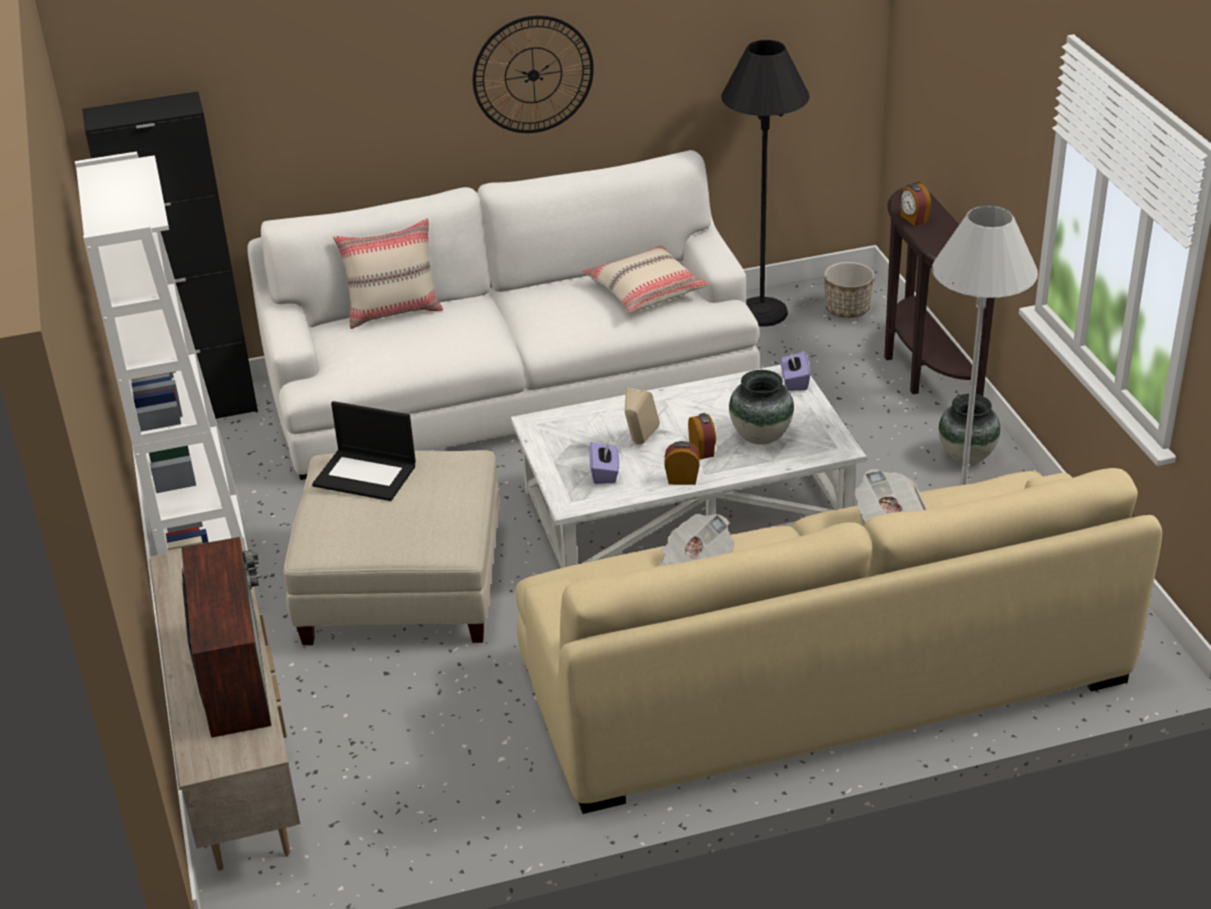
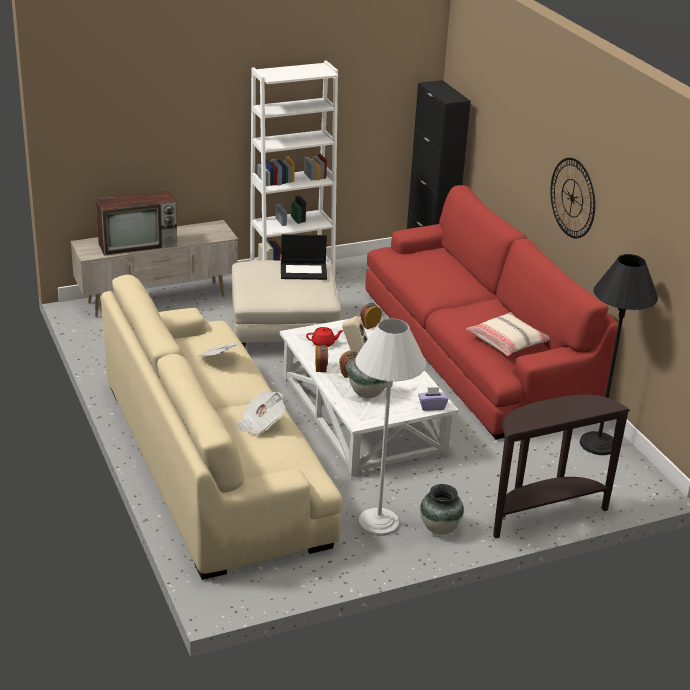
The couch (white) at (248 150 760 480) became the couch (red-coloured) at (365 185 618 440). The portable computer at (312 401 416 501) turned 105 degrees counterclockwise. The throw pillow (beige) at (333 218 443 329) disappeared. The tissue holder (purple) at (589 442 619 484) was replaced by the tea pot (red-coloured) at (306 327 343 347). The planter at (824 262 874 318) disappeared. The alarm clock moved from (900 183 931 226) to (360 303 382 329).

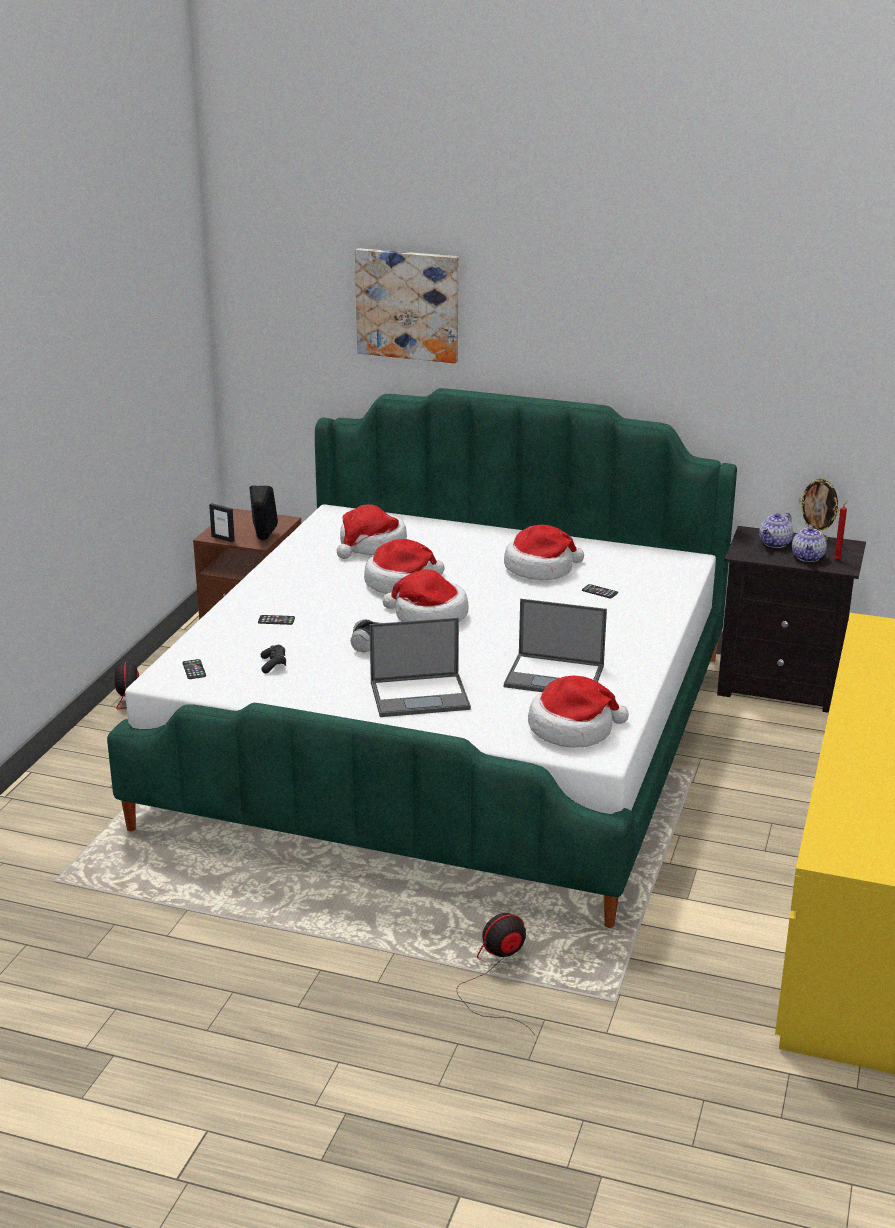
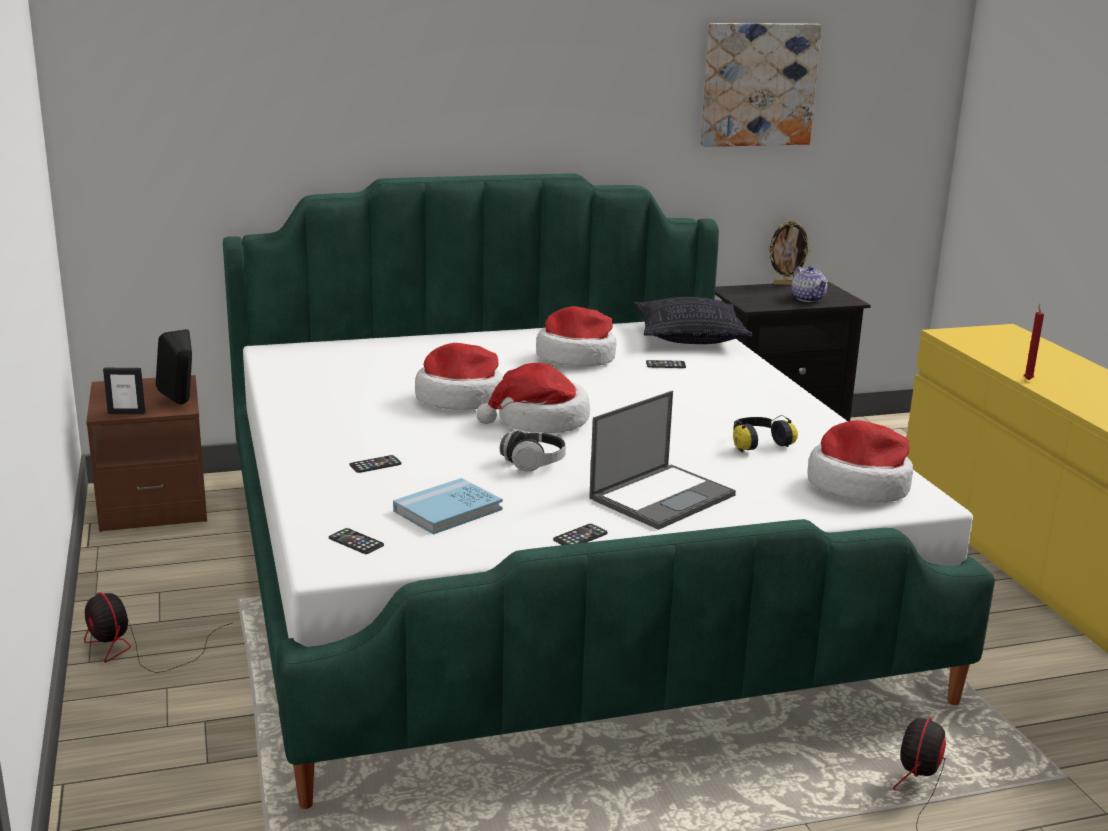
The gamepad (black) at (261 645 286 673) was replaced by the bound book (bluish) at (393 478 503 535). The clothing hat at (337 504 407 559) disappeared. The wall picture moved from (355 248 459 363) to (701 23 822 147). The portable computer at (504 599 607 692) was replaced by the headphones at (733 415 798 453). The tea pot at (759 513 793 548) disappeared. The wax candle (red-coloured) moved from (834 501 848 560) to (1024 303 1044 380). The telephone at (553 524 608 545) appeared. The throw pillow at (634 297 753 344) appeared.

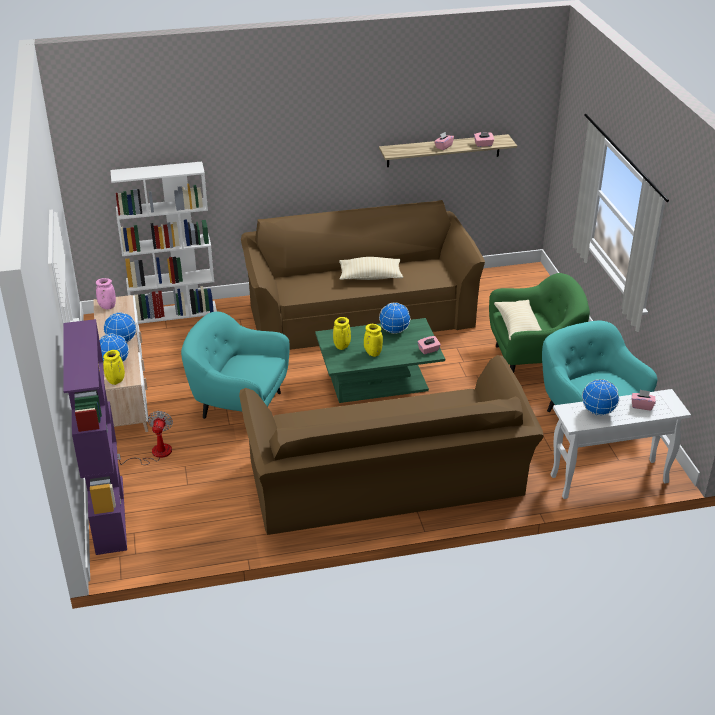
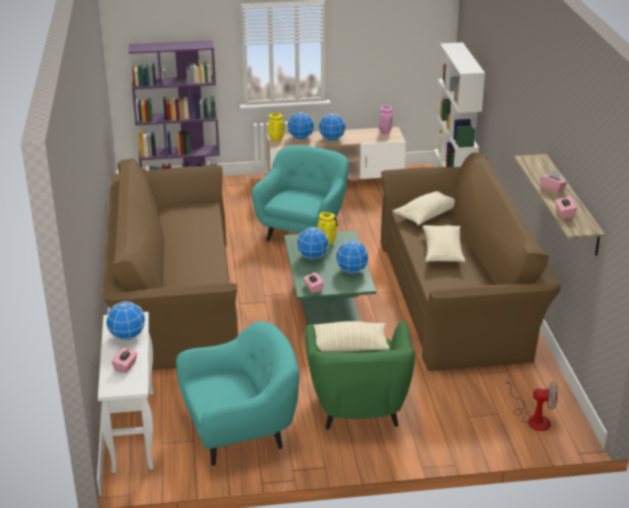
The cooling fan moved from (117 411 173 465) to (507 377 558 431). The vase (yellowish) at (364 324 383 357) was replaced by the desk globe at (297 227 329 260). The throw pillow (beige) at (393 191 455 225) appeared.

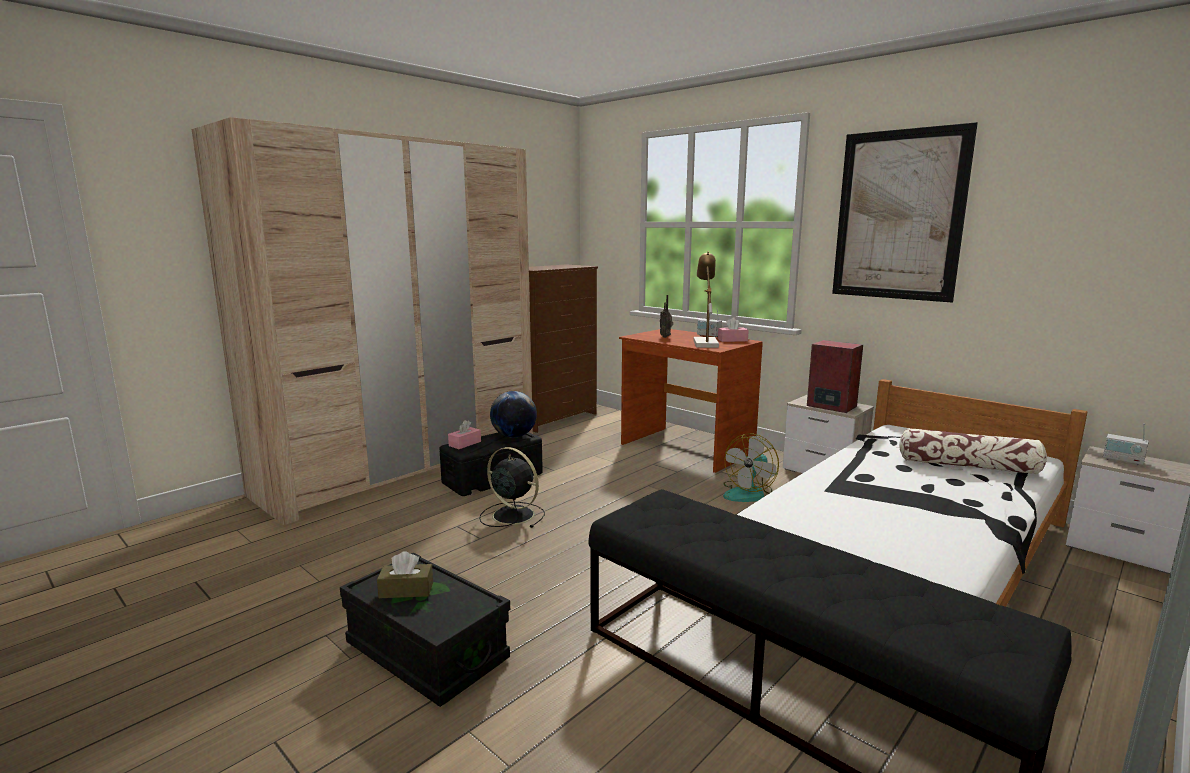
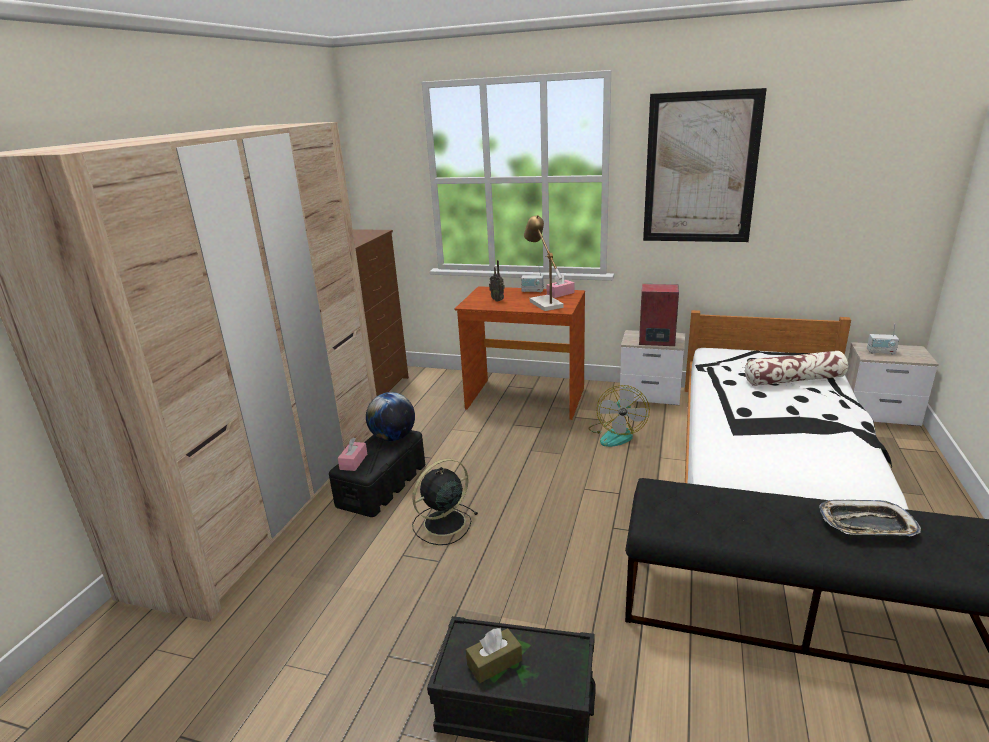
The cooling fan (black) at (479 447 545 528) turned 45 degrees counterclockwise. The carrying tray at (819 500 921 536) appeared.

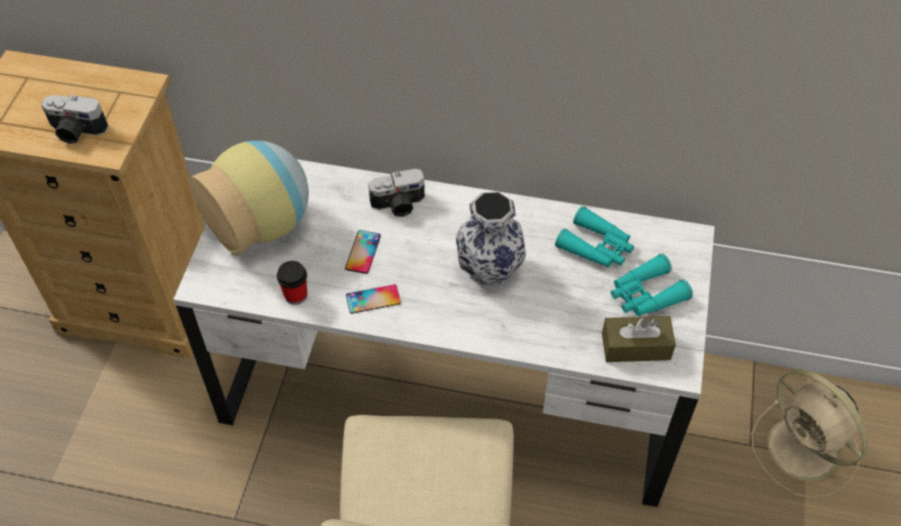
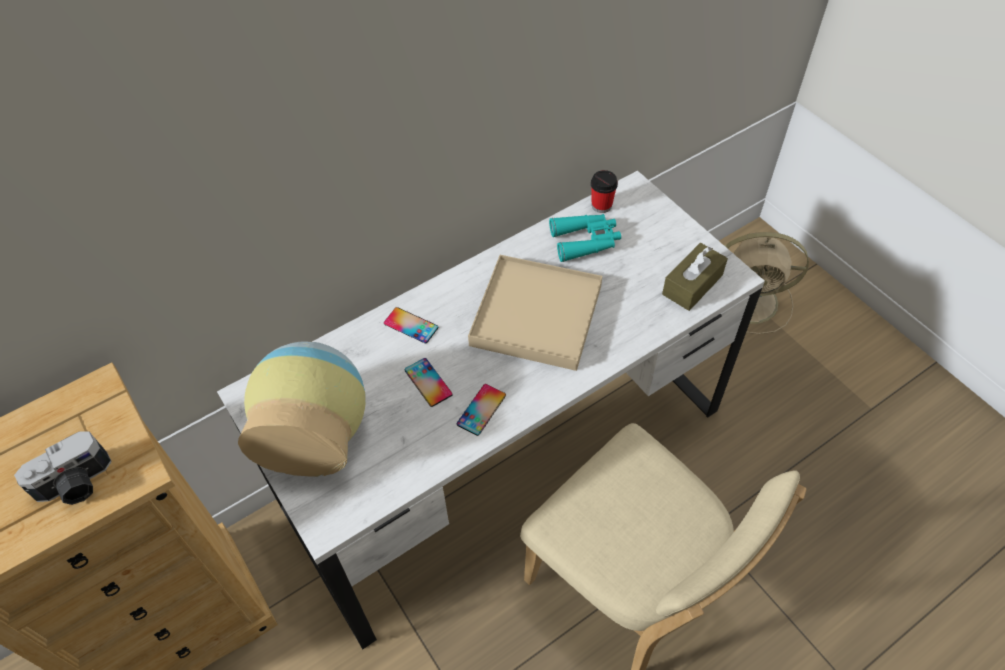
The drinking cup moved from (277 261 307 305) to (591 170 618 213). The photo camera at (368 168 425 217) was replaced by the telephone at (384 307 438 343). The vase at (456 191 526 288) was replaced by the carrying tray (beige) at (468 255 602 371). The binoculars (turquoise-coloured) at (611 254 693 317) disappeared.

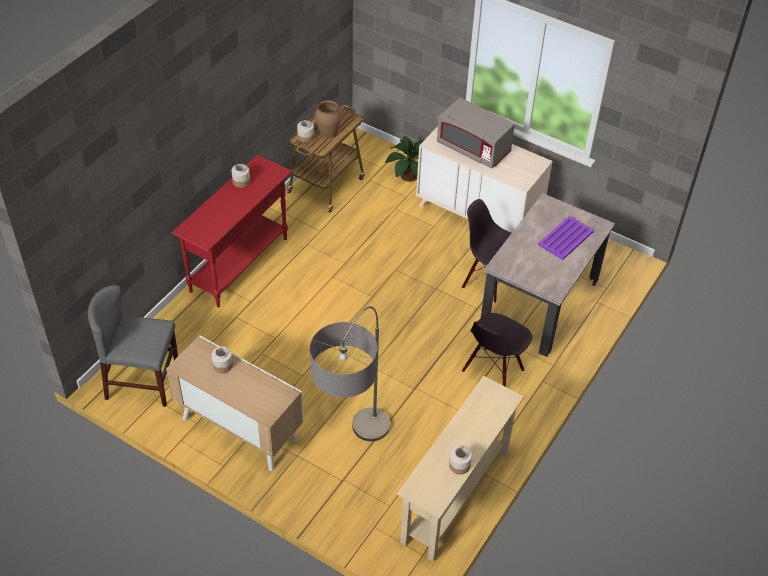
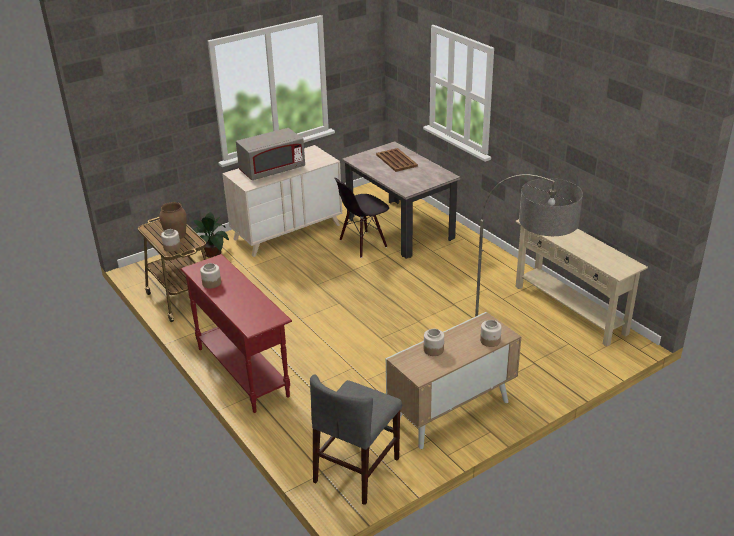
The storage jar moved from (449 446 472 475) to (480 320 502 347). The upright chair (black) at (462 313 532 387) disappeared. The carrying tray (purple) at (538 216 594 260) became the carrying tray (brown-coloured) at (376 148 418 172).

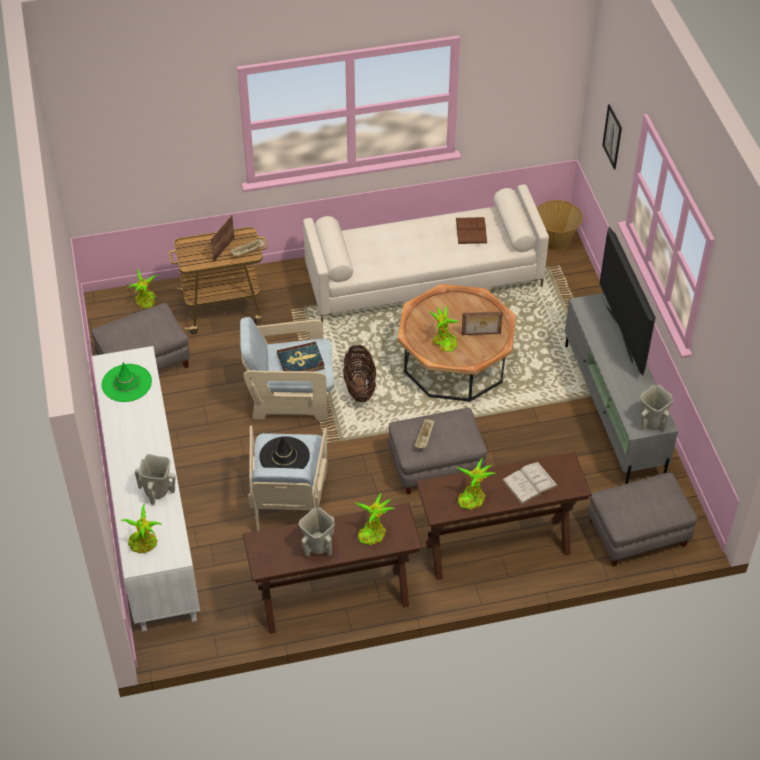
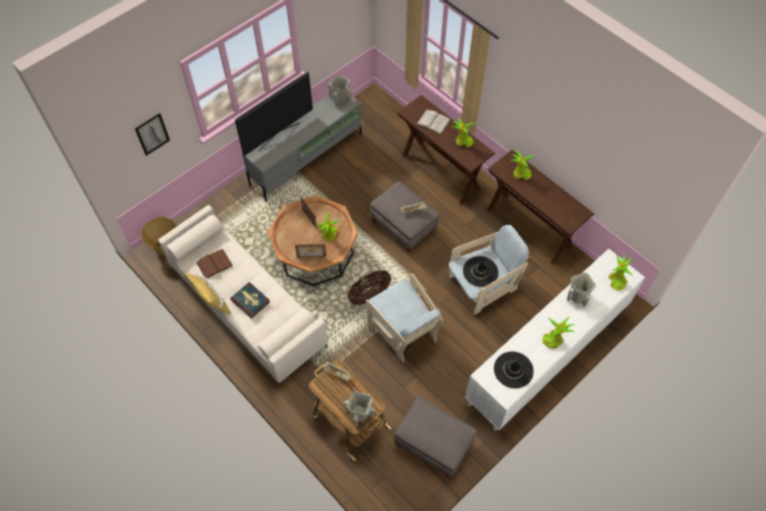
The clothing hat (green-coloured) at (102 362 152 402) became the clothing hat (black) at (494 352 534 388). The potted plant moved from (128 269 158 309) to (542 317 575 348). The photo frame moved from (211 215 235 262) to (295 244 326 257). The bound book moved from (277 342 325 372) to (230 282 270 319). The vase (beige) moved from (299 507 335 557) to (344 391 375 426). The ottoman (gray) at (588 473 697 567) disappeared. The throw pillow (yellowish) at (184 272 231 314) appeared.

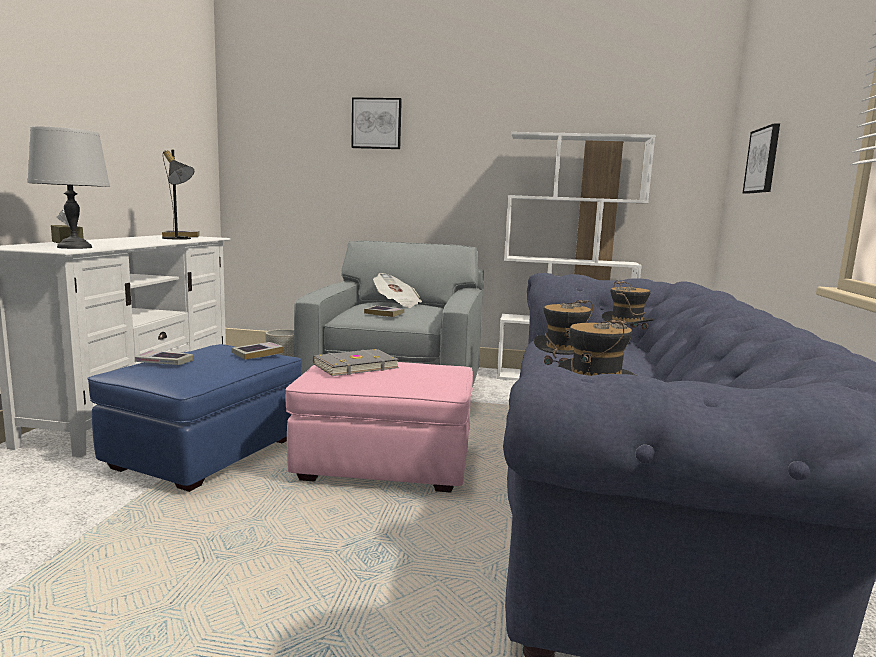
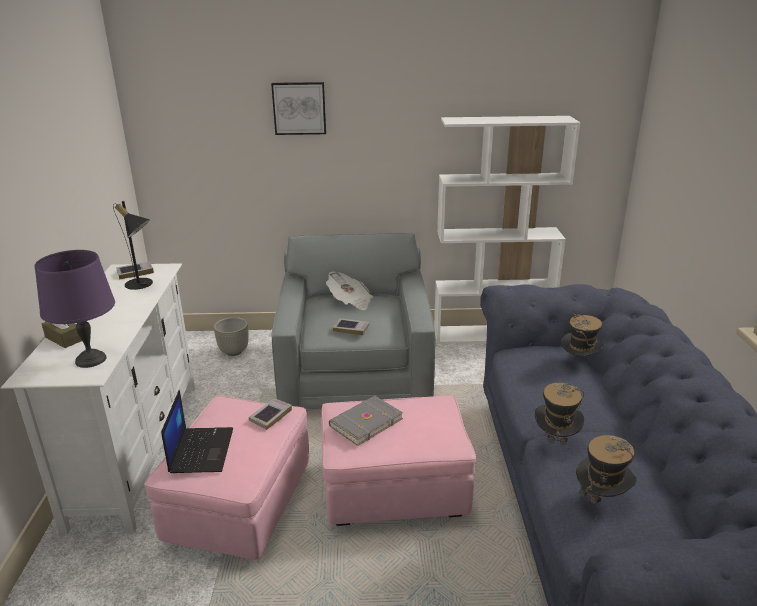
The lamp for a table (gray) at (27 126 110 249) became the lamp for a table (purple) at (35 250 115 368). The ottoman (bluish) at (87 344 301 492) became the ottoman (pinkish) at (144 396 309 560). The bound book at (135 350 193 365) was replaced by the portable computer at (161 390 233 473). The wall picture at (743 123 780 194) disappeared.

